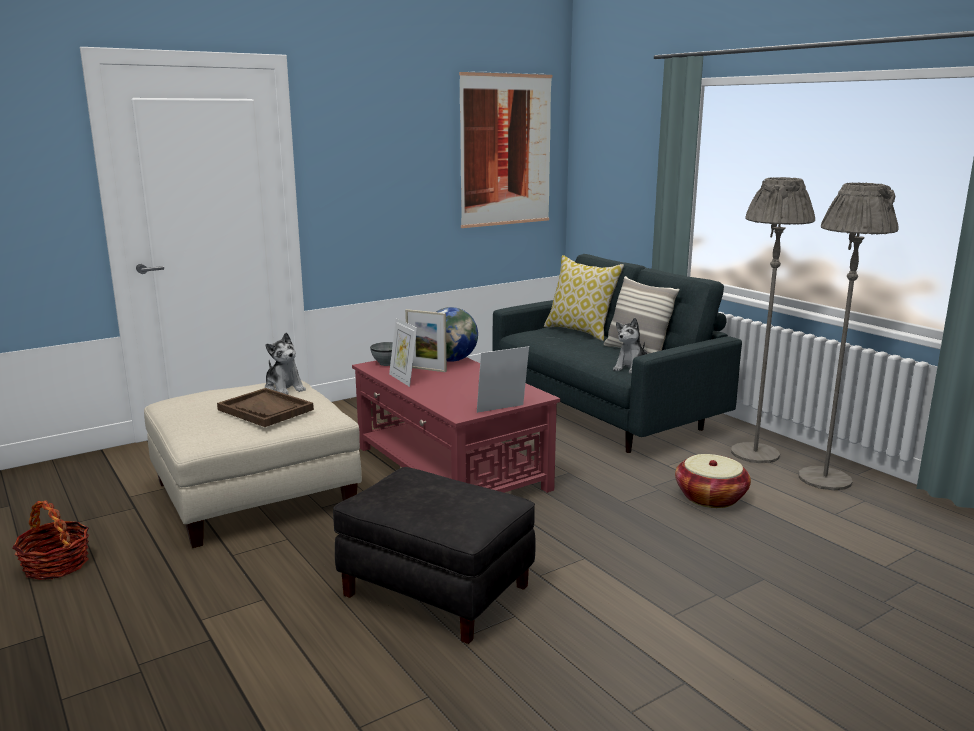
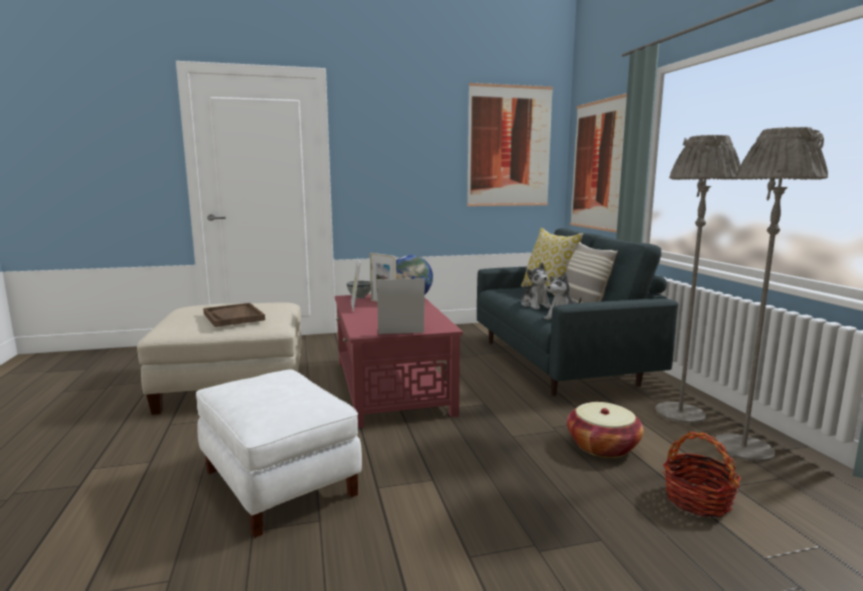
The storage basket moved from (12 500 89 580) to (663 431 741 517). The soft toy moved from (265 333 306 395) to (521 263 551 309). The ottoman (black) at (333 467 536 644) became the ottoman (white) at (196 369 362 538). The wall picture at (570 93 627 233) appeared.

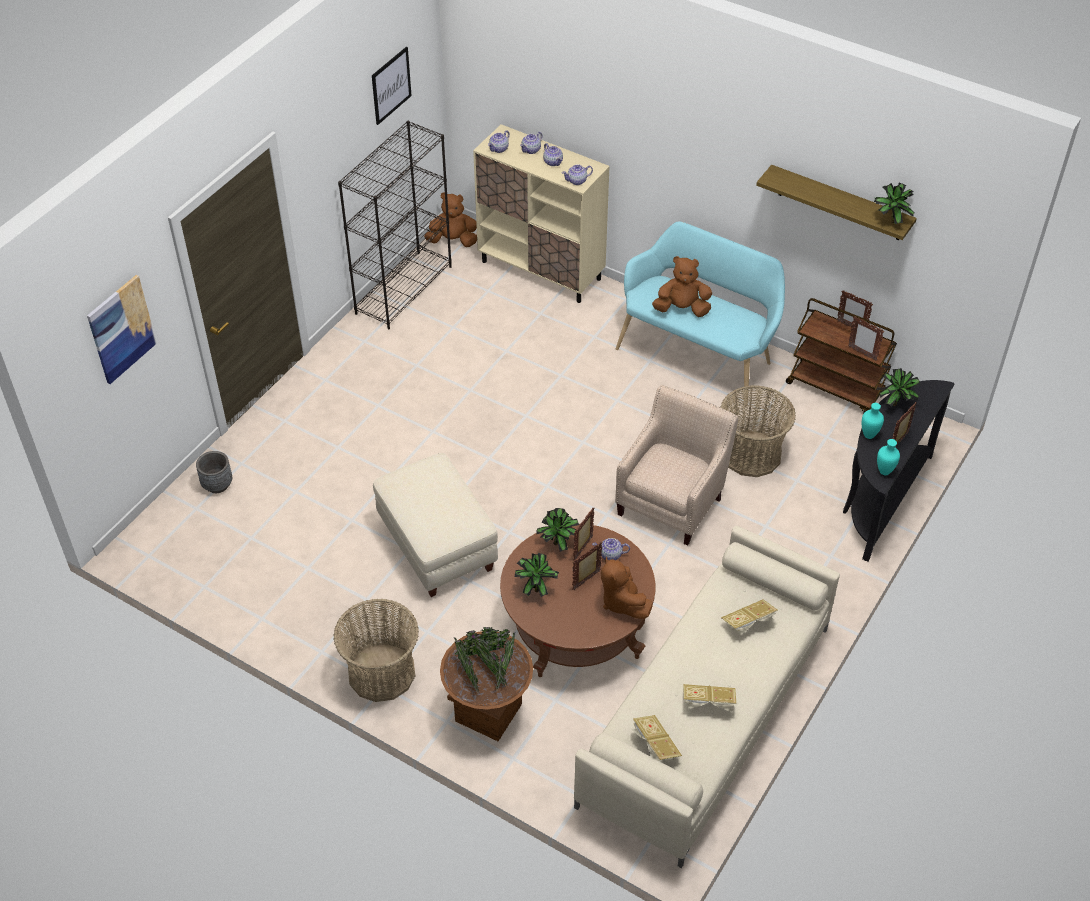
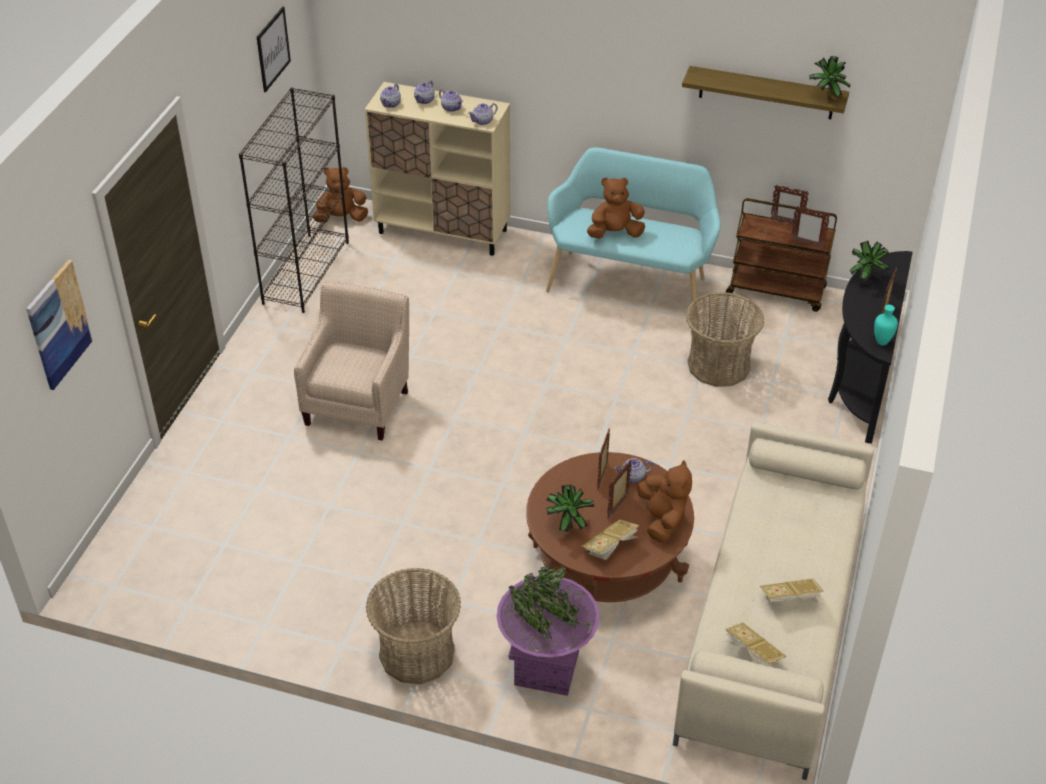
The planter (gray) at (196 451 232 493) disappeared. The ottoman (beige) at (373 453 498 597) disappeared. The planter (brown-coloured) at (440 627 533 741) became the planter (purple) at (496 566 600 696). The potted plant at (536 508 579 552) disappeared. The soft toy (brown-coloured) at (601 557 653 619) turned 150 degrees counterclockwise. The lounge chair (beige) moved from (615 385 739 546) to (294 281 409 440). The bound book moved from (721 599 777 636) to (581 519 639 560). The vase (turquoise-coloured) at (862 403 884 439) disappeared.

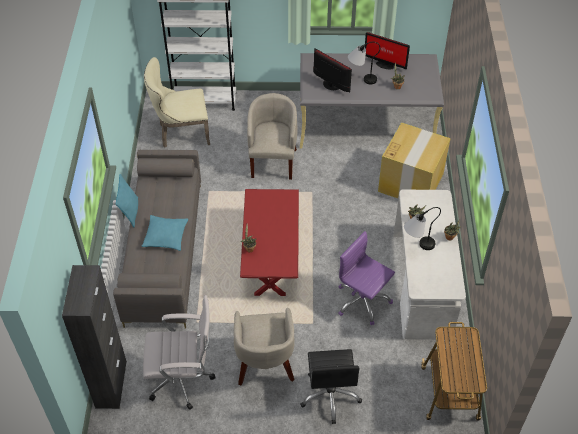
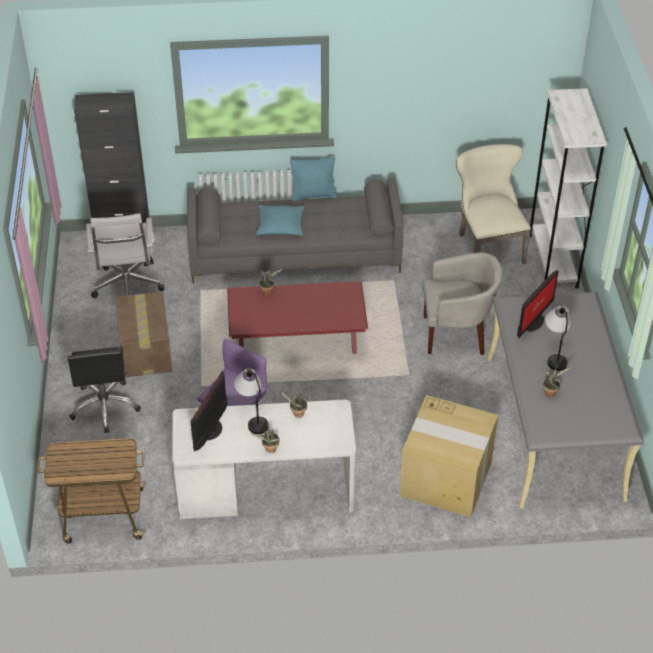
The lounge chair (beige) at (234 308 295 386) was replaced by the packing box at (116 292 172 377). The computer chair (black) at (301 349 362 424) turned 90 degrees counterclockwise. The computer screen moved from (365 32 410 70) to (191 371 227 452).

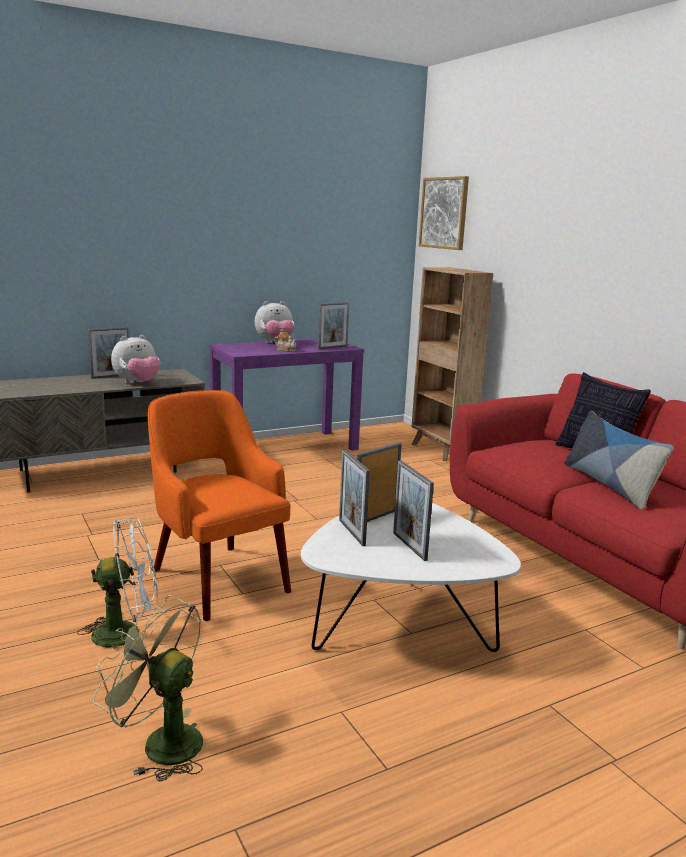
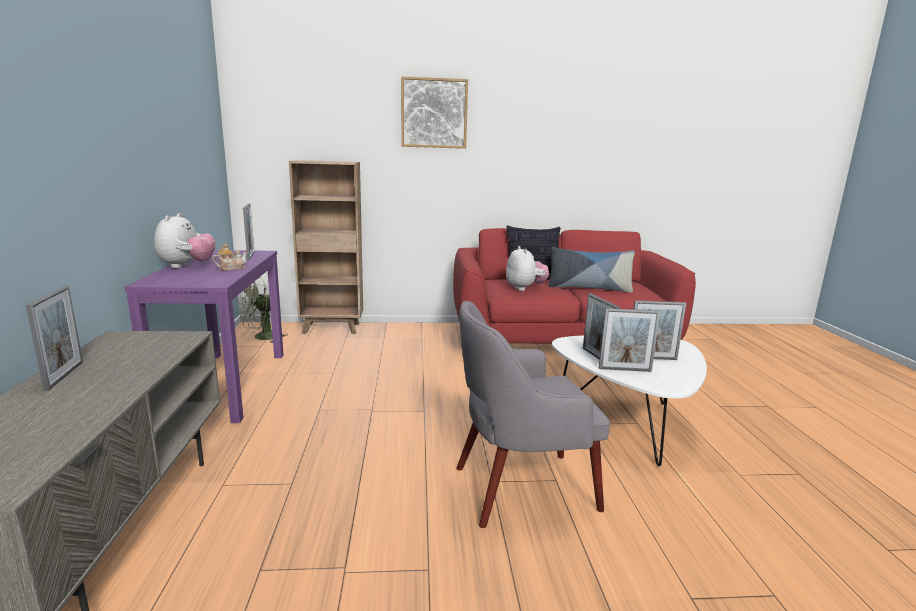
The cooling fan (white) at (77 517 158 649) disappeared. The cooling fan (green-coloured) moved from (93 595 203 782) to (238 276 288 343). The soft toy moved from (111 335 160 384) to (506 246 549 291). The lounge chair (orange-coloured) at (148 390 291 621) became the lounge chair (gray) at (456 301 610 528). The wall picture moved from (419 176 469 250) to (401 76 468 149).

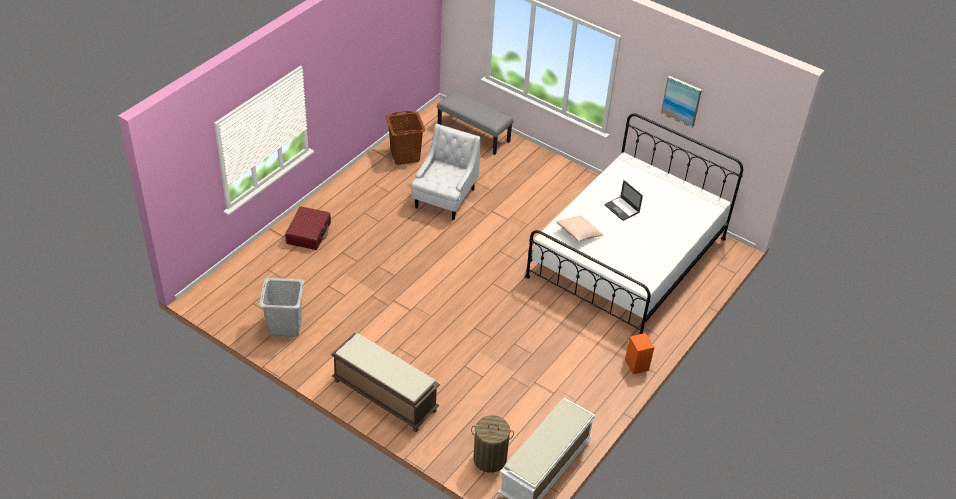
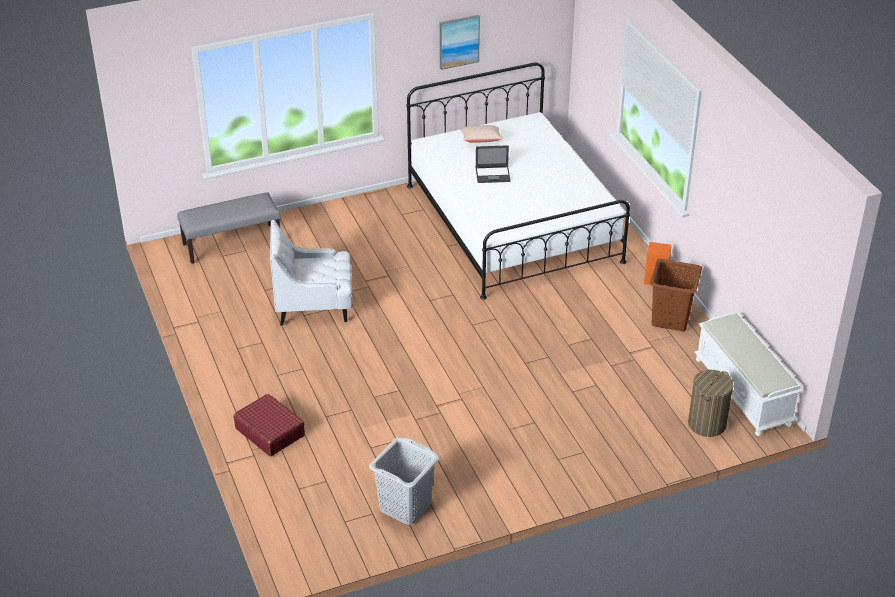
The indoor bench (brown-coloured) at (331 333 440 432) disappeared. The hamper (brown-coloured) moved from (386 111 426 165) to (650 259 702 331). The lounge chair (white) at (411 124 481 220) turned 60 degrees counterclockwise. The throw pillow (beige) moved from (556 215 603 242) to (461 125 503 143).

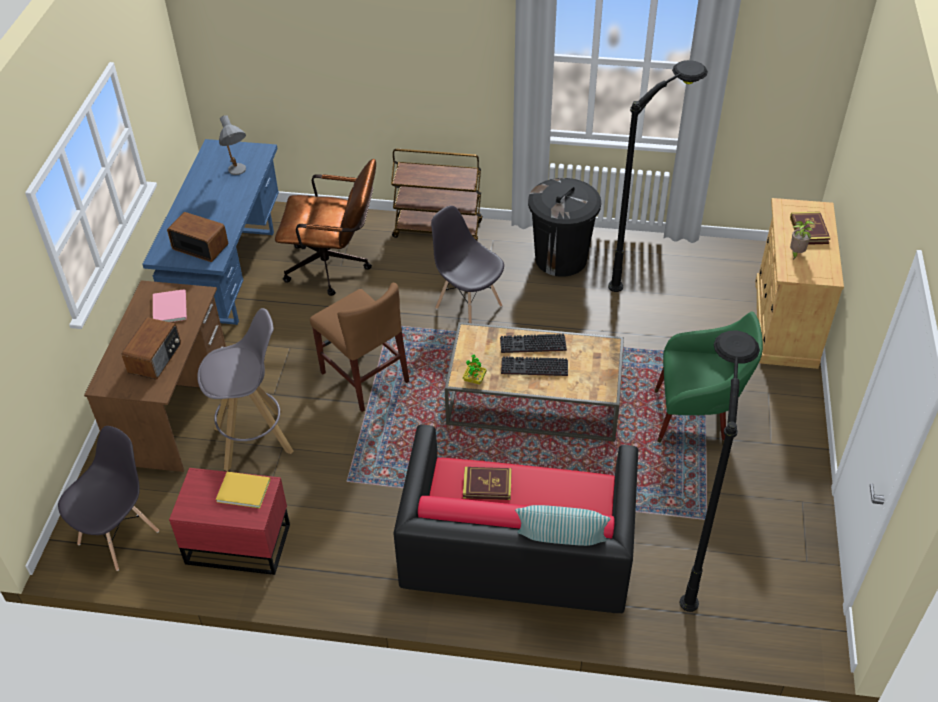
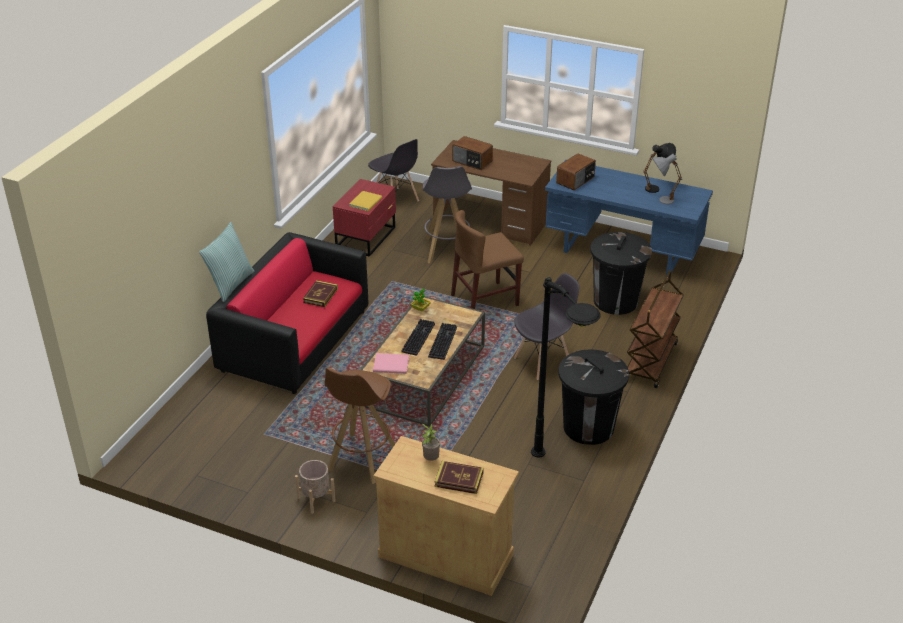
The bound book (pinkish) moved from (153 289 187 322) to (373 353 409 374). The computer chair (brown-coloured) at (275 159 376 296) was replaced by the trash can (black) at (590 232 652 315). The lounge chair (green-coloured) at (655 312 763 445) was replaced by the sitting stool (brown-coloured) at (325 367 395 484). The floor lamp (black) at (679 331 760 612) disappeared. The planter (beige) at (295 460 336 514) appeared. The lamp for a table (black) at (643 143 676 193) appeared.

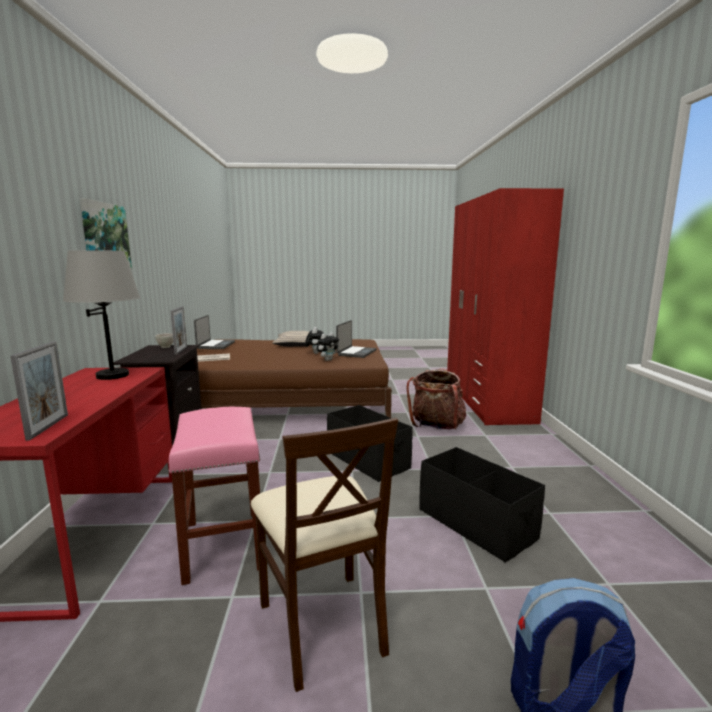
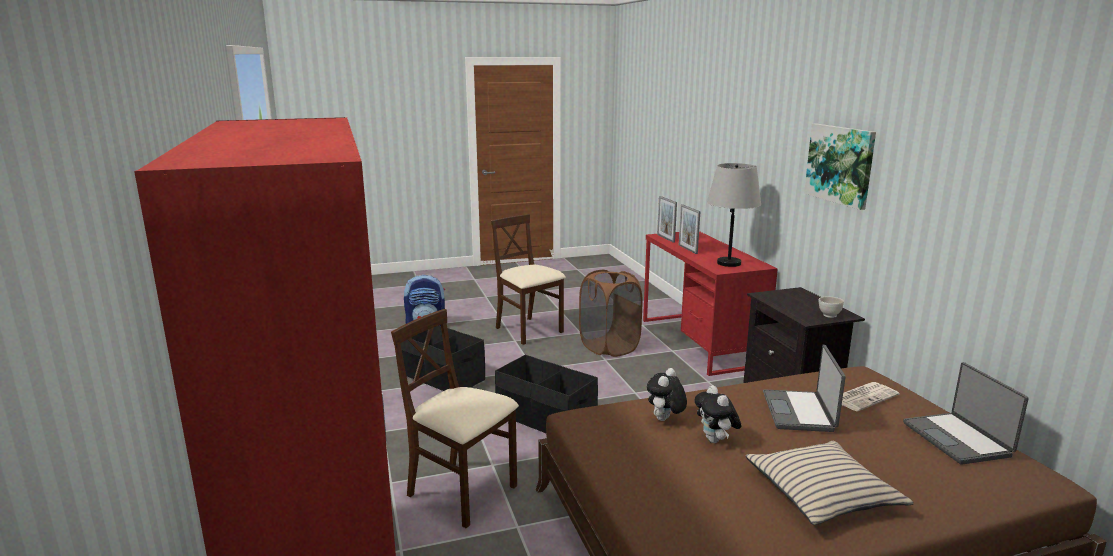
The sitting stool (pinkish) at (169 407 260 585) was replaced by the hamper (brown-coloured) at (579 270 643 357). The photo frame moved from (171 306 187 355) to (679 204 701 254). The portable computer moved from (336 320 376 358) to (763 345 846 432). The rucksack at (406 368 466 430) was replaced by the upright chair (beige) at (391 309 519 528).

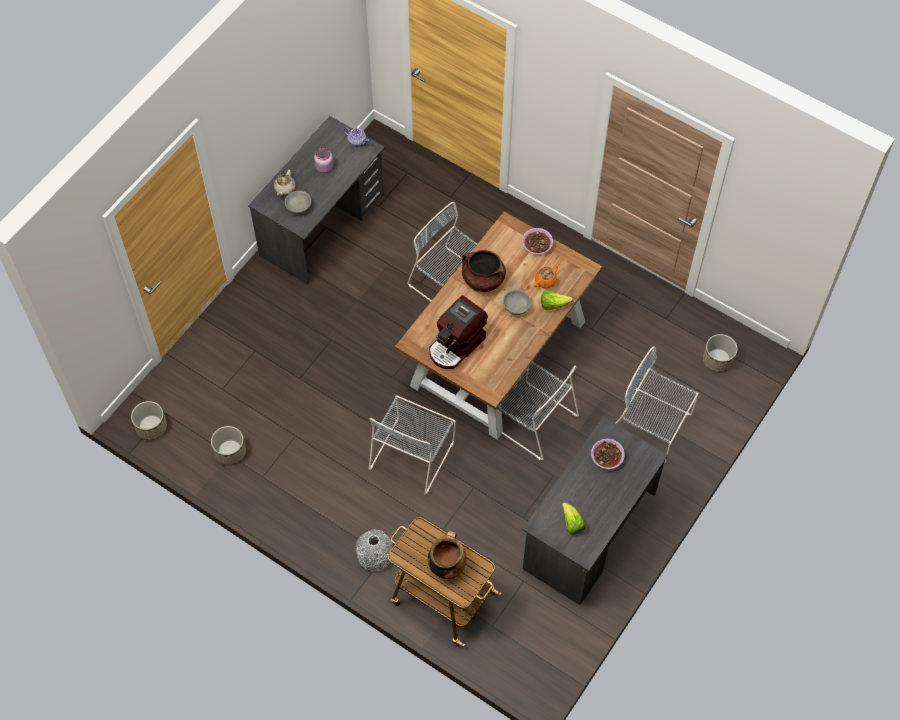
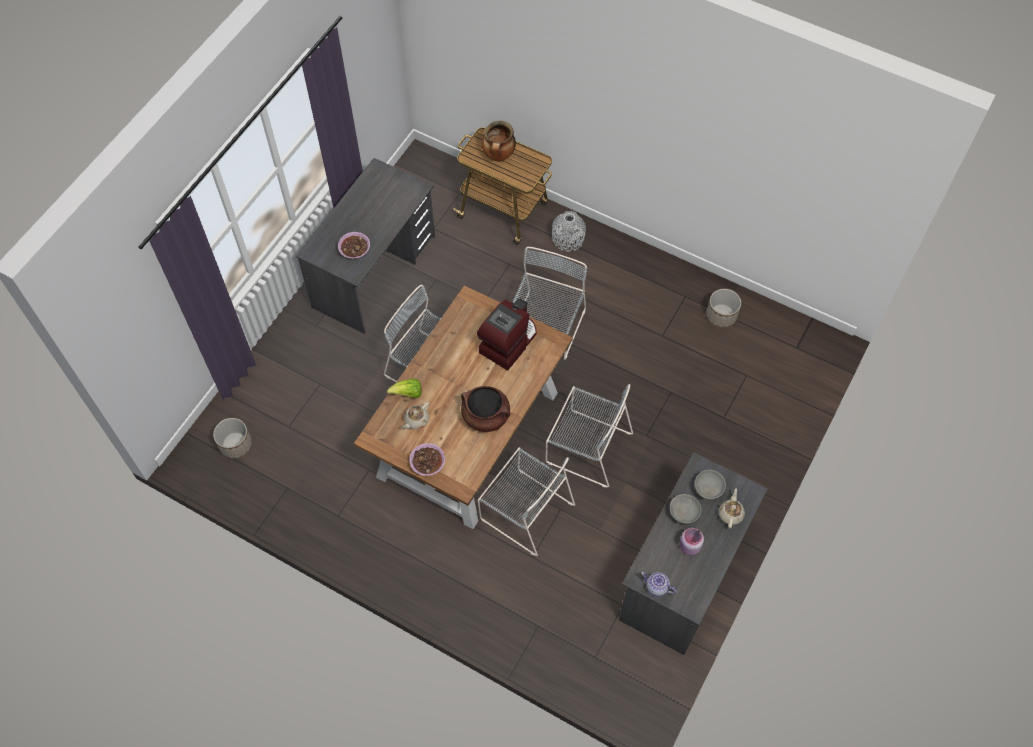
The planter at (131 401 167 440) disappeared. The serving bowl (gray) moved from (503 290 531 315) to (670 494 702 524). The tea pot (orange-coloured) at (534 262 560 289) became the tea pot (beige) at (401 402 429 430). The lettuce head at (562 502 585 535) disappeared. The upright chair (gray) moved from (615 346 699 463) to (546 384 633 488).

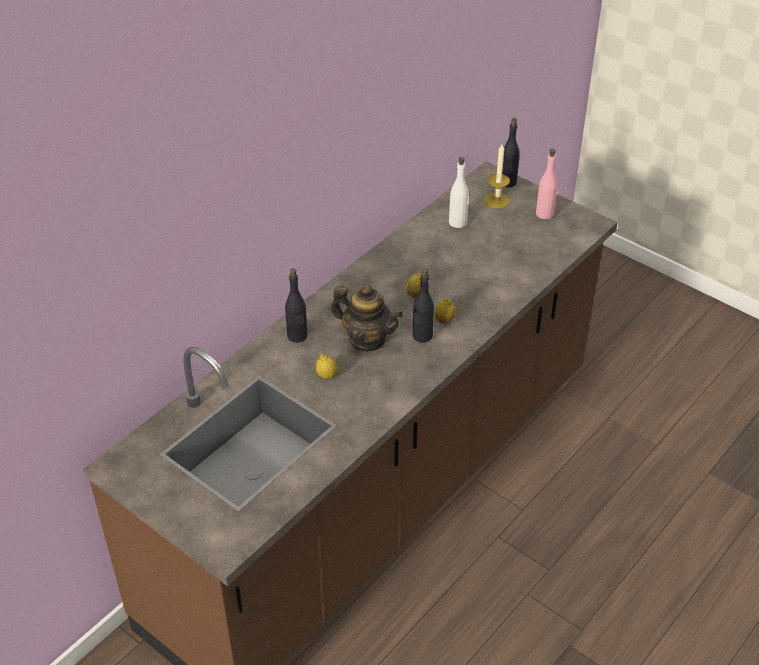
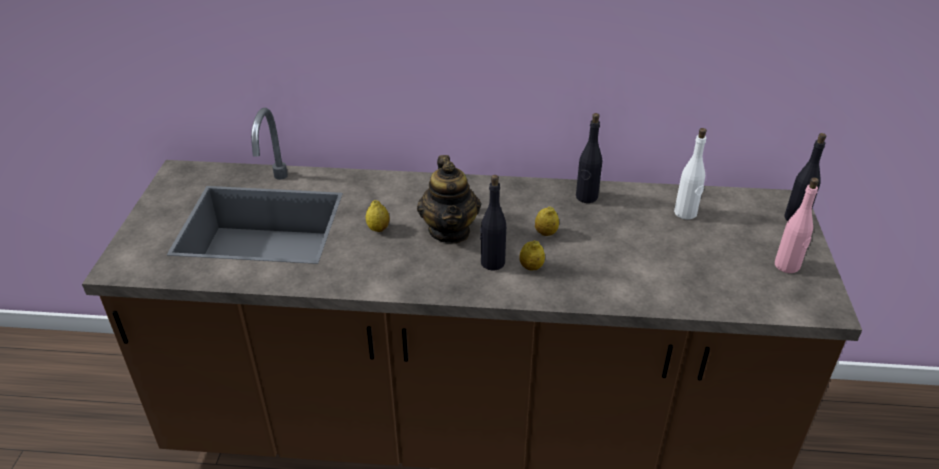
The bottle (black) moved from (285 268 308 343) to (576 113 602 203). The wax candle at (484 144 510 209) disappeared.

